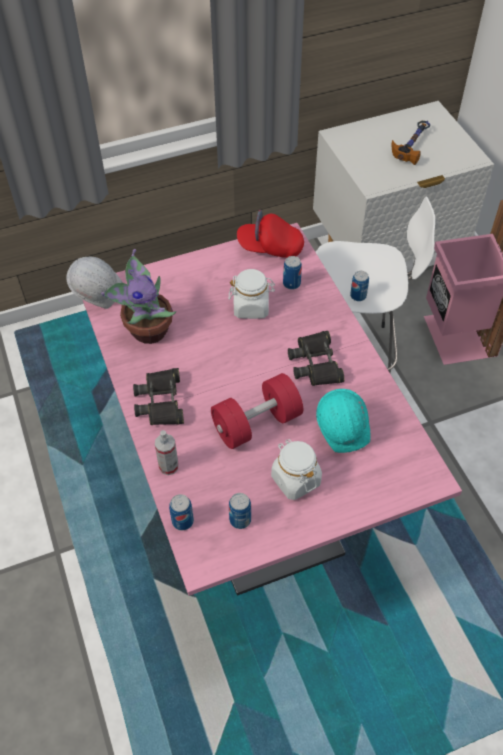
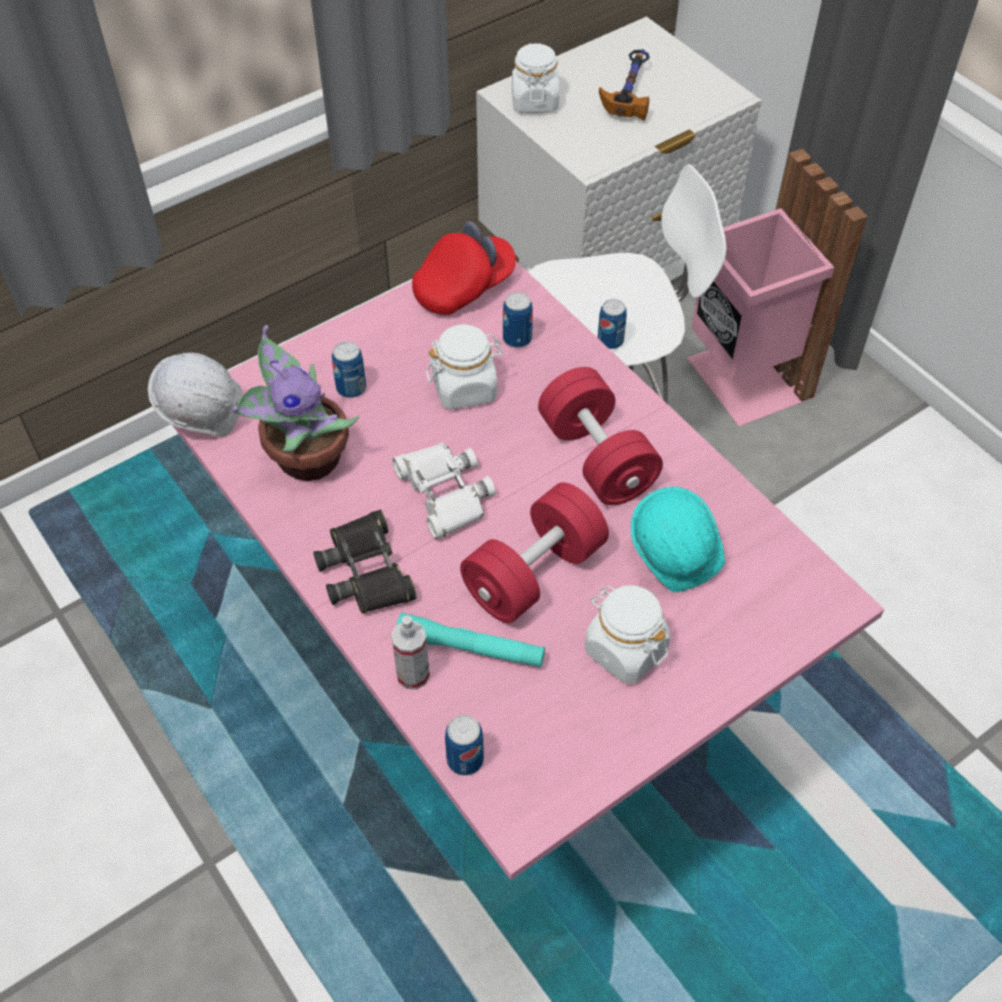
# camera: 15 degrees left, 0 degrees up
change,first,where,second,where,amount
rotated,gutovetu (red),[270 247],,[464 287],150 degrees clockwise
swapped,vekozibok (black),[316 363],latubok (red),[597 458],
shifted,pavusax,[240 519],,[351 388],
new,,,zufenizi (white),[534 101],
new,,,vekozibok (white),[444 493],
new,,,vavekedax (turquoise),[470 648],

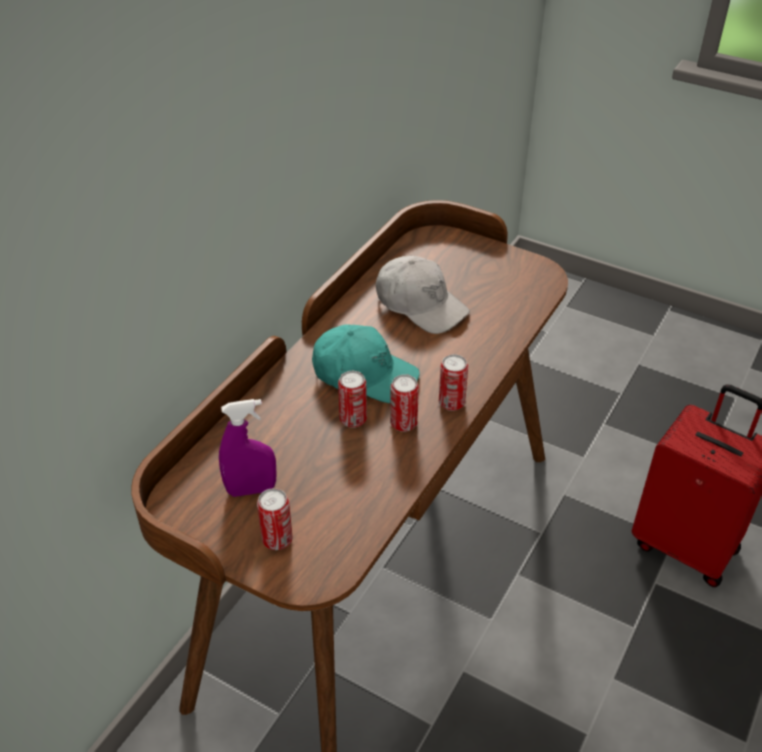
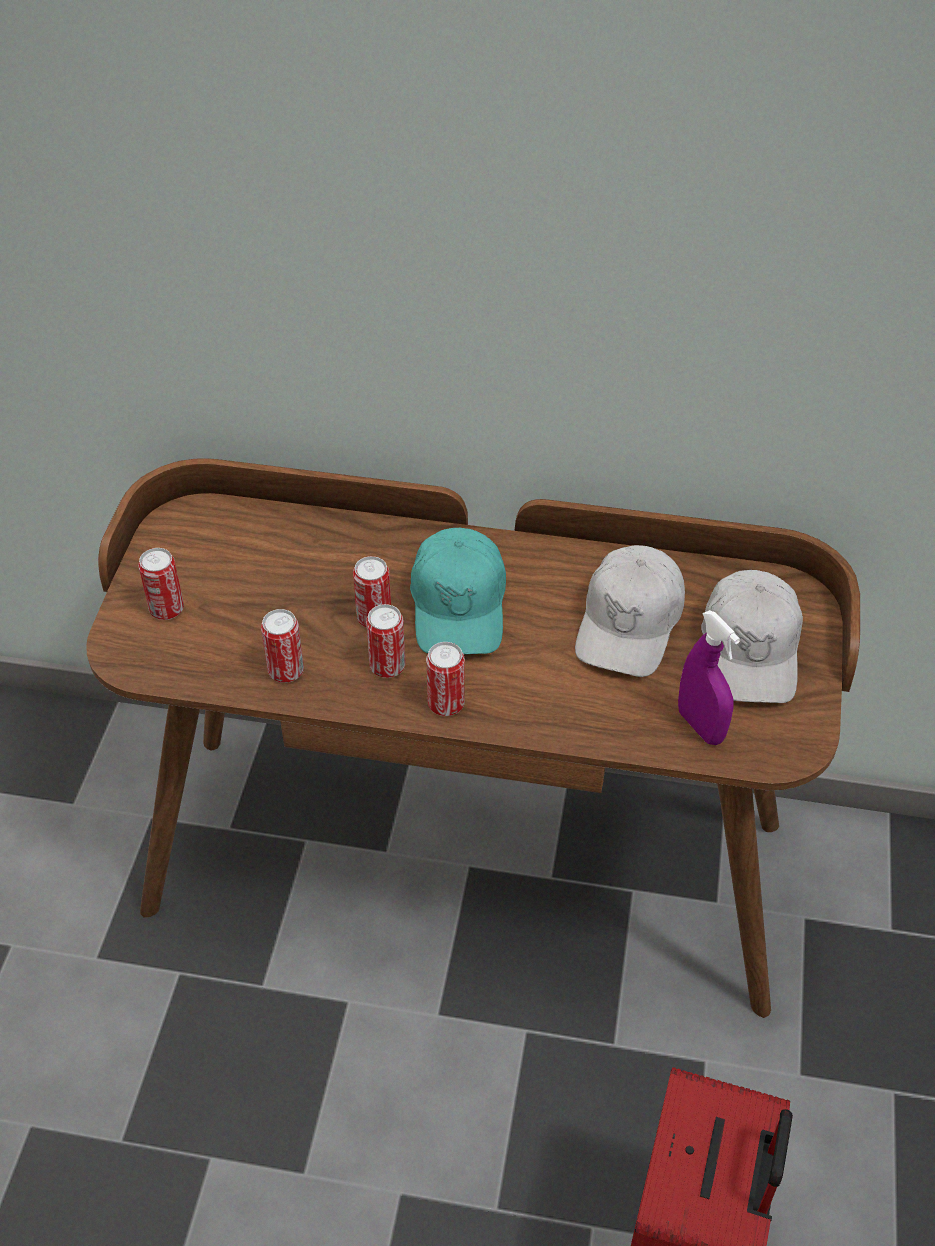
# camera: 70 degrees right, 5 degrees up
change,first,where,second,where,amount
shifted,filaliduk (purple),[251 490],,[700 726],
new,,,gutovetu (white),[750 650],
new,,,pavusax,[286 671],

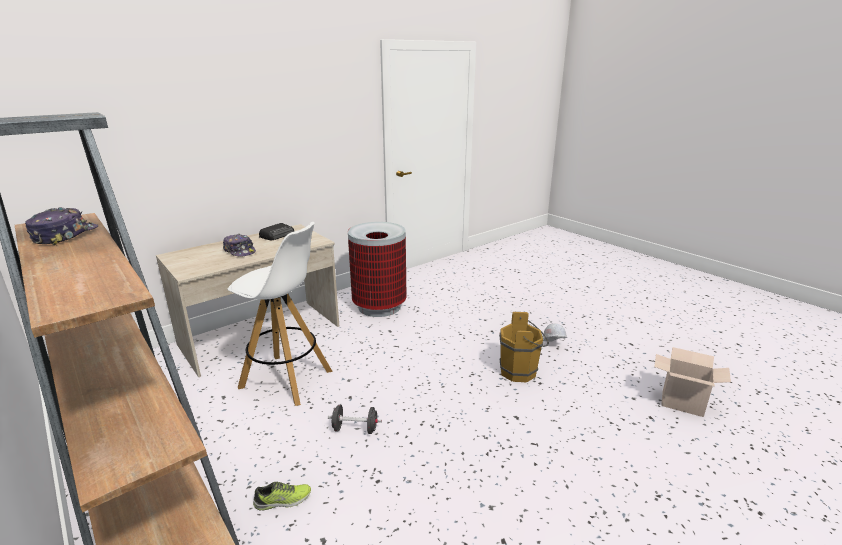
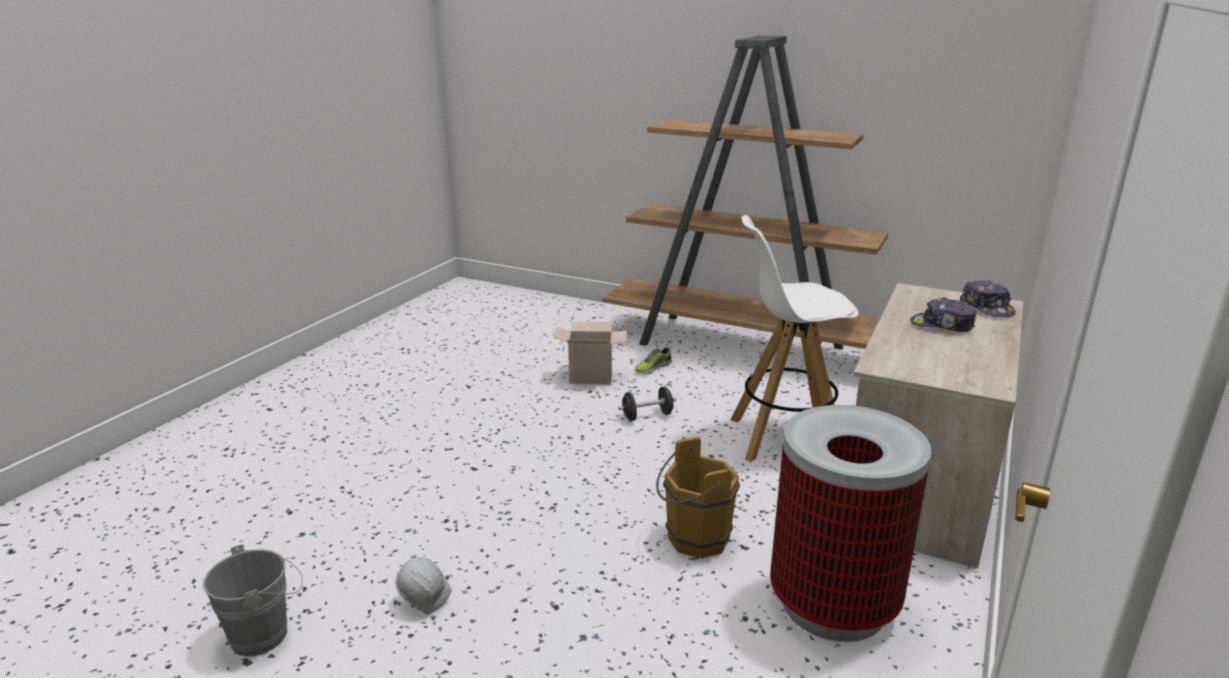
# camera: 155 degrees right, 0 degrees up
change,first,where,second,where,amount
shifted,gutovetu,[65 235],,[987 307],
gone,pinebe,[278 235],,,
shifted,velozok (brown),[521 372],,[693 540],
shifted,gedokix,[680 404],,[592 376],
new,,,velozok (grey),[266 634],

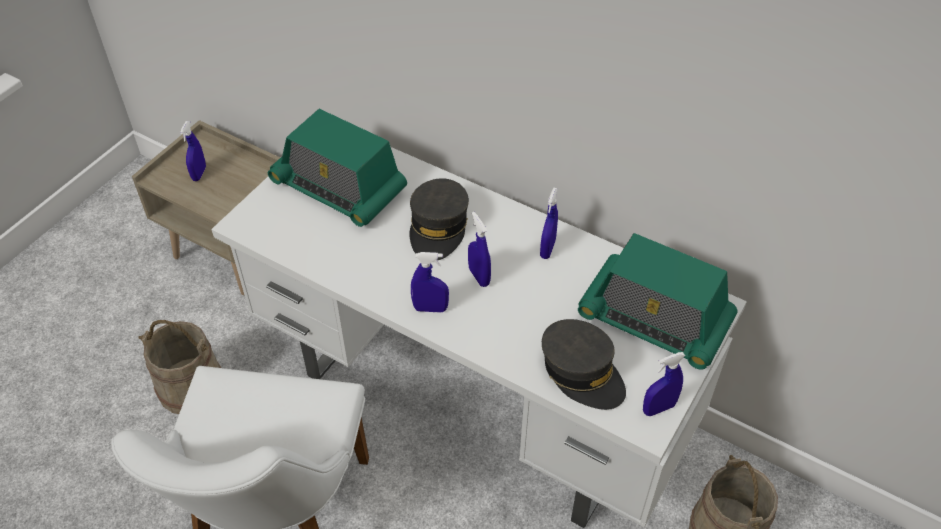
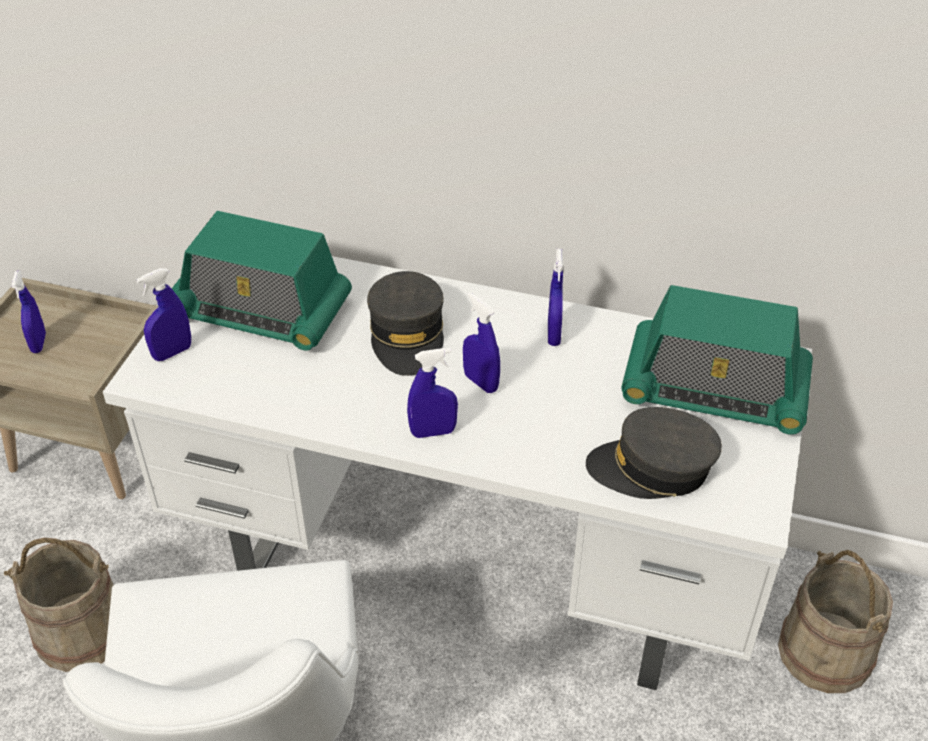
# camera: 15 degrees left, 5 degrees down
change,first,where,second,where,amount
rotated,gutovetu (grey),[582 372],,[652 468],150 degrees clockwise
shifted,filaliduk (blue),[658 408],,[172 353],

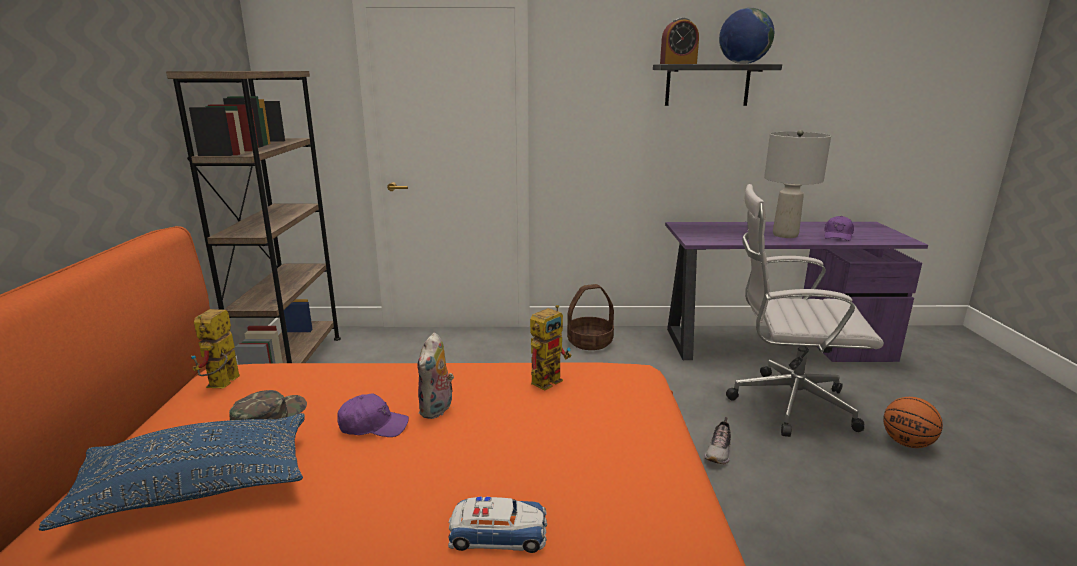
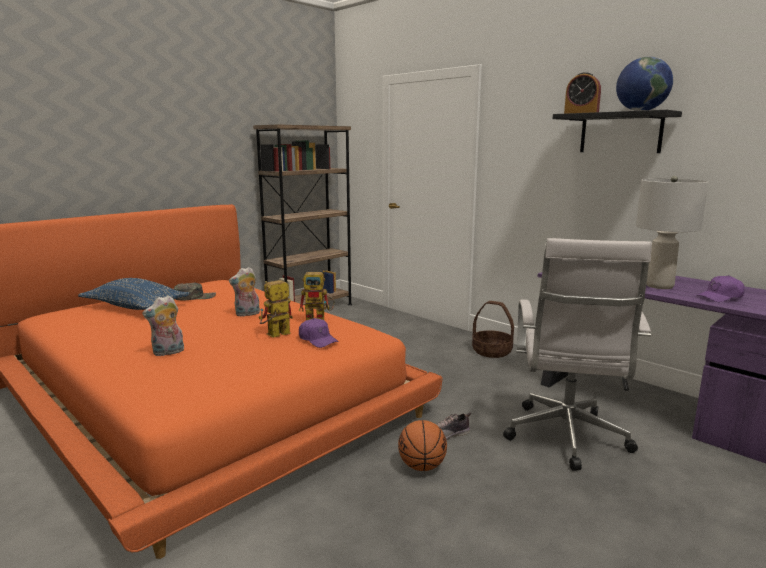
# camera: 45 degrees right, 5 degrees down
change,first,where,second,where,amount
rotated,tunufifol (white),[785 404],,[566 439],135 degrees counterclockwise
shifted,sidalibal,[222 385],,[275 336],
shifted,gutovetu (purple),[373 426],,[317 340],
shifted,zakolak,[906 443],,[421 466],
swapped,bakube,[498 533],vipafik,[168 352],

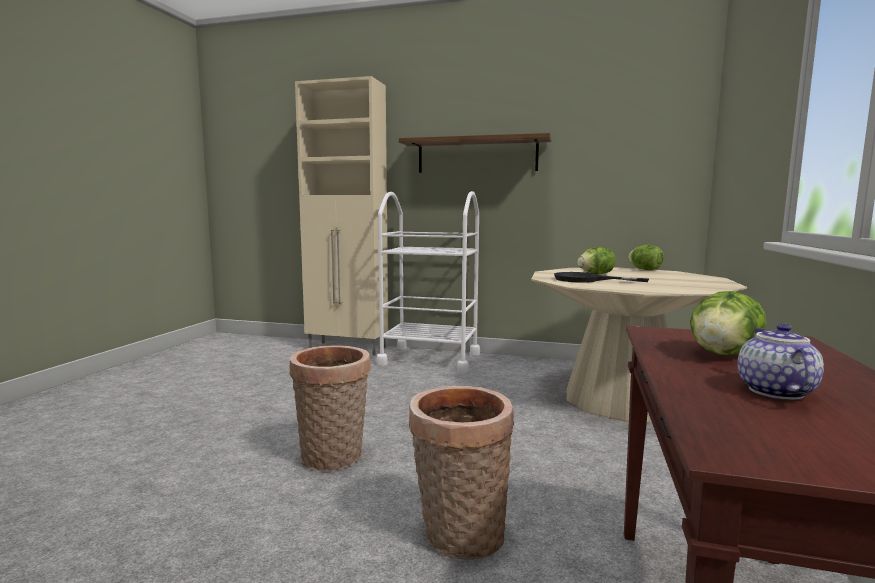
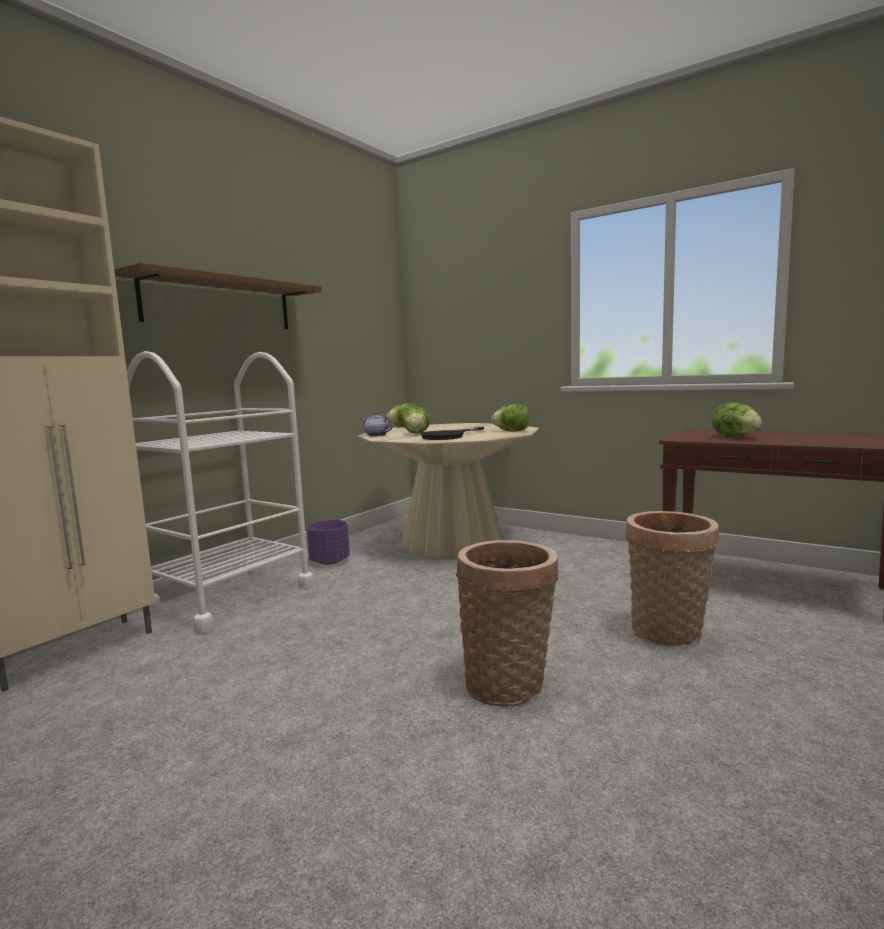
# camera: 70 degrees left, 0 degrees up
change,first,where,second,where,amount
shifted,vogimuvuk,[773 391],,[376 435],
new,,,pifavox,[512 431],
new,,,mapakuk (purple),[329 562],

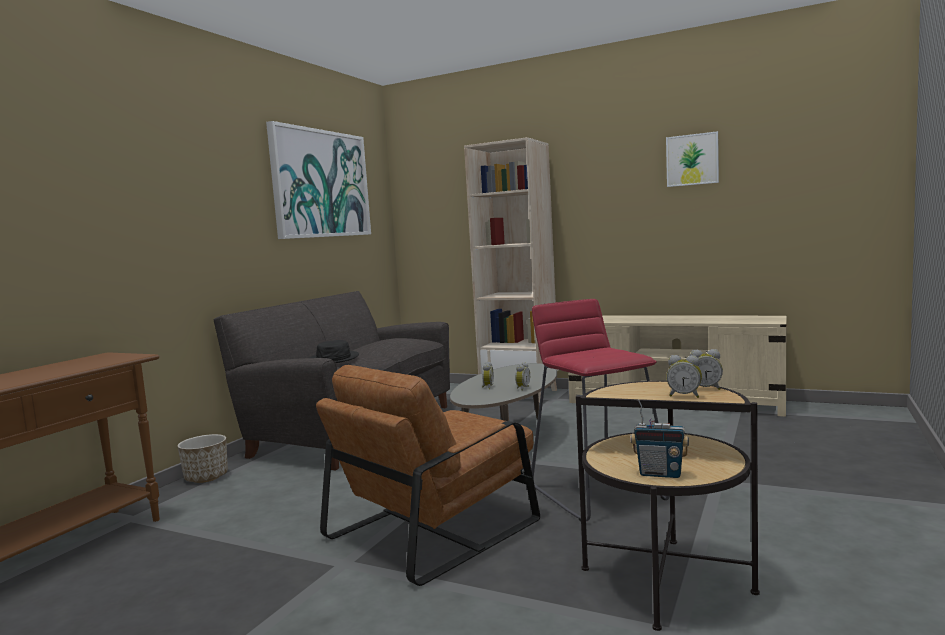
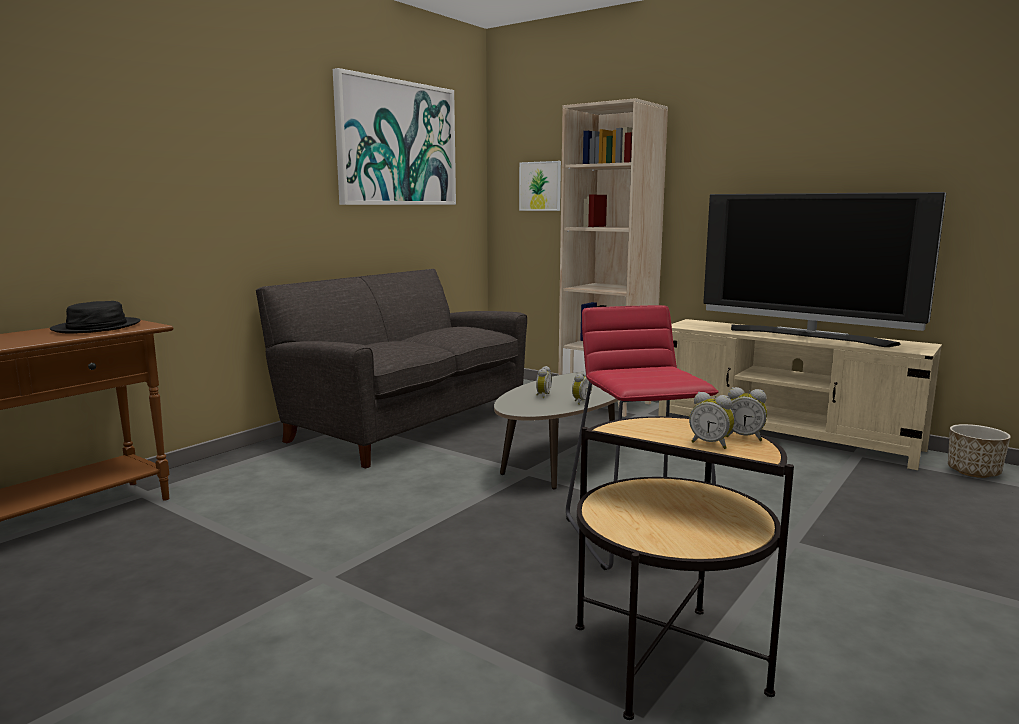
# camera: 10 degrees right, 5 degrees up
change,first,where,second,where,amount
shifted,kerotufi,[692 159],,[540 186],
shifted,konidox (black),[334 359],,[97 327],
gone,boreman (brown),[435 527],,,
gone,pinebe,[660 474],,,
shifted,mapakuk,[206 477],,[973 472],
new,,,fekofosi,[809 336],

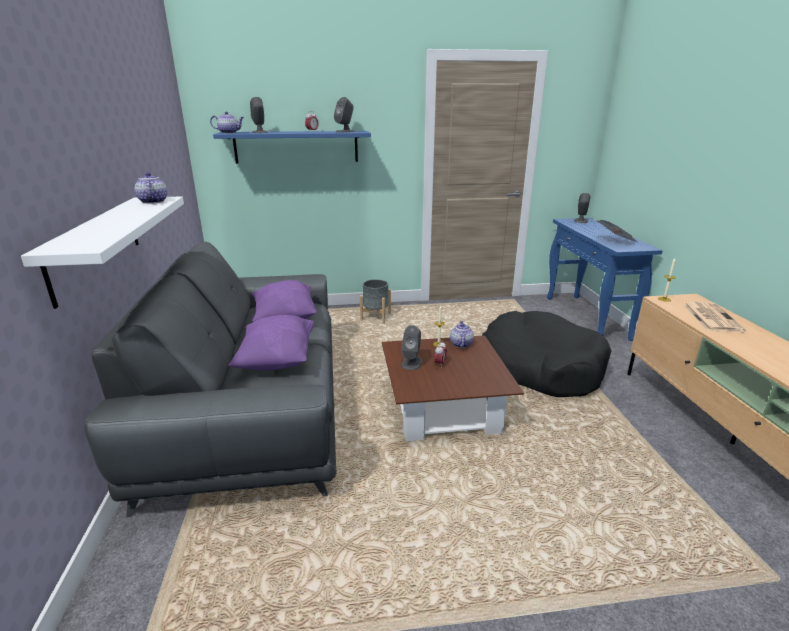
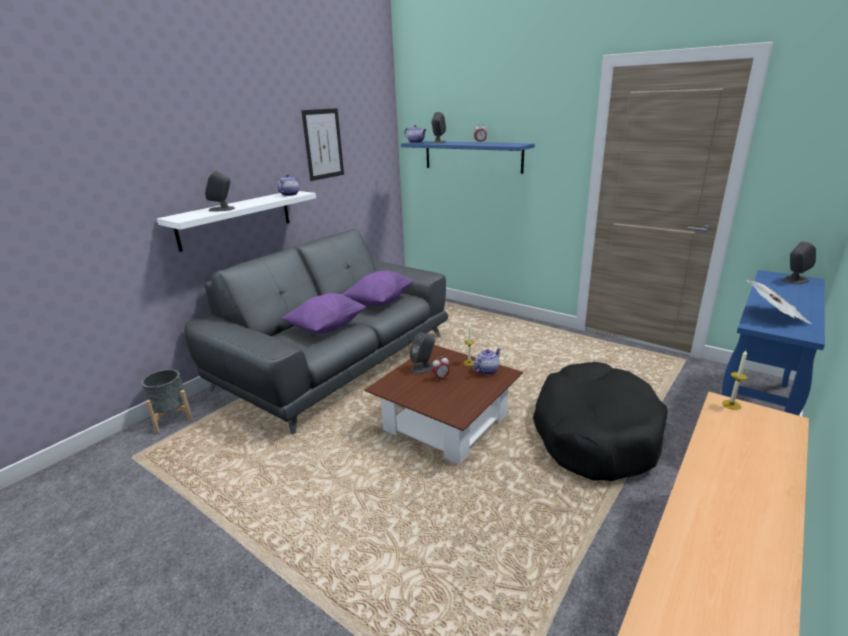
# camera: 45 degrees right, 0 degrees up
change,first,where,second,where,amount
shifted,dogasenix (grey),[345 131],,[222 209],
shifted,mapakuk (grey),[375 317],,[172 419],
gone,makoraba,[710 317],,,
new,,,kerotufi,[323 144],

